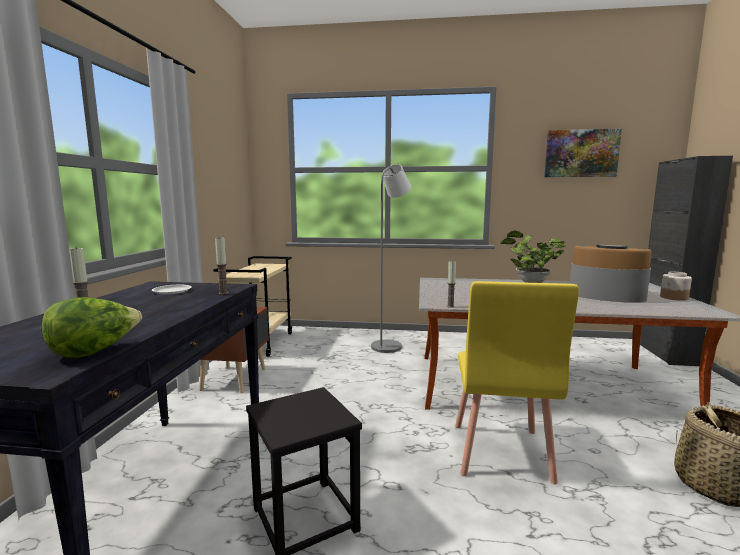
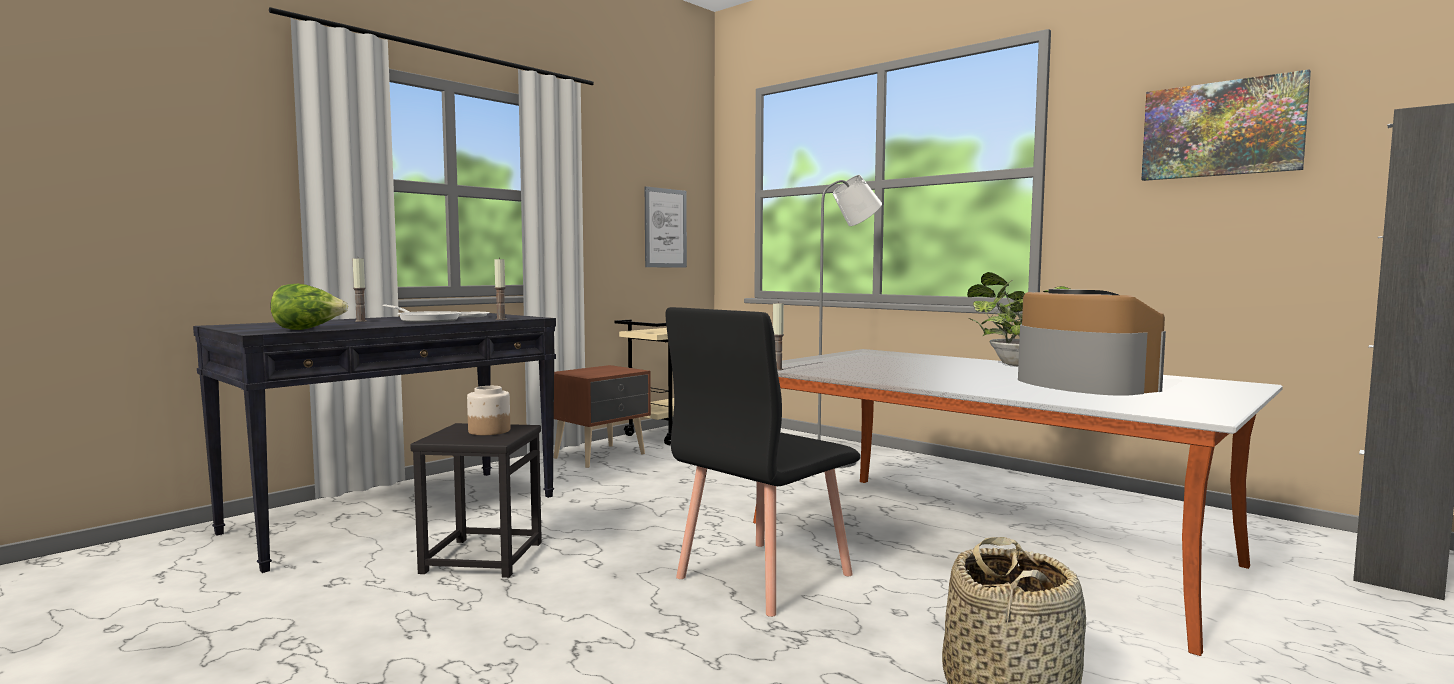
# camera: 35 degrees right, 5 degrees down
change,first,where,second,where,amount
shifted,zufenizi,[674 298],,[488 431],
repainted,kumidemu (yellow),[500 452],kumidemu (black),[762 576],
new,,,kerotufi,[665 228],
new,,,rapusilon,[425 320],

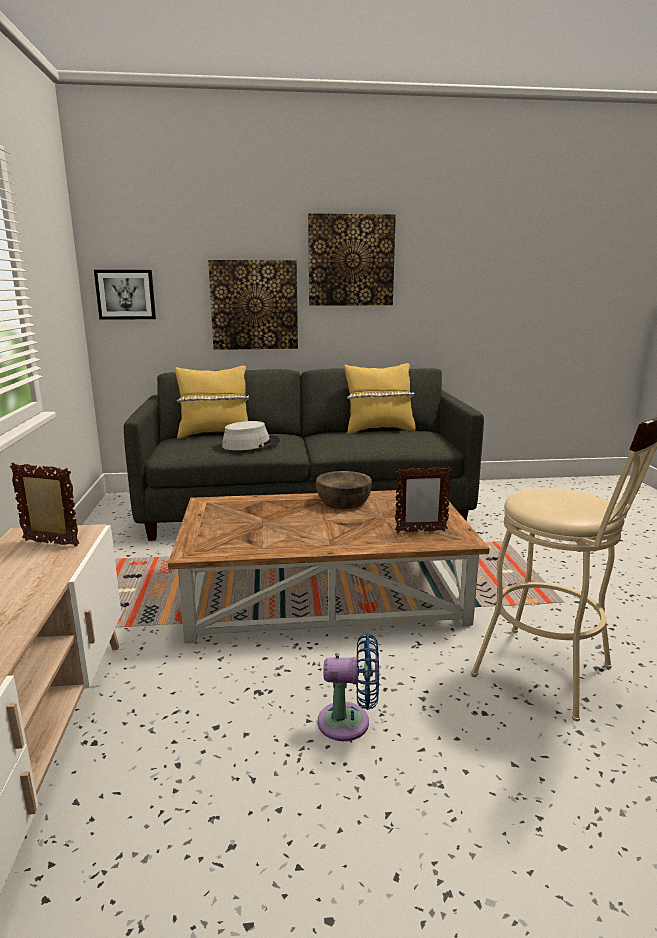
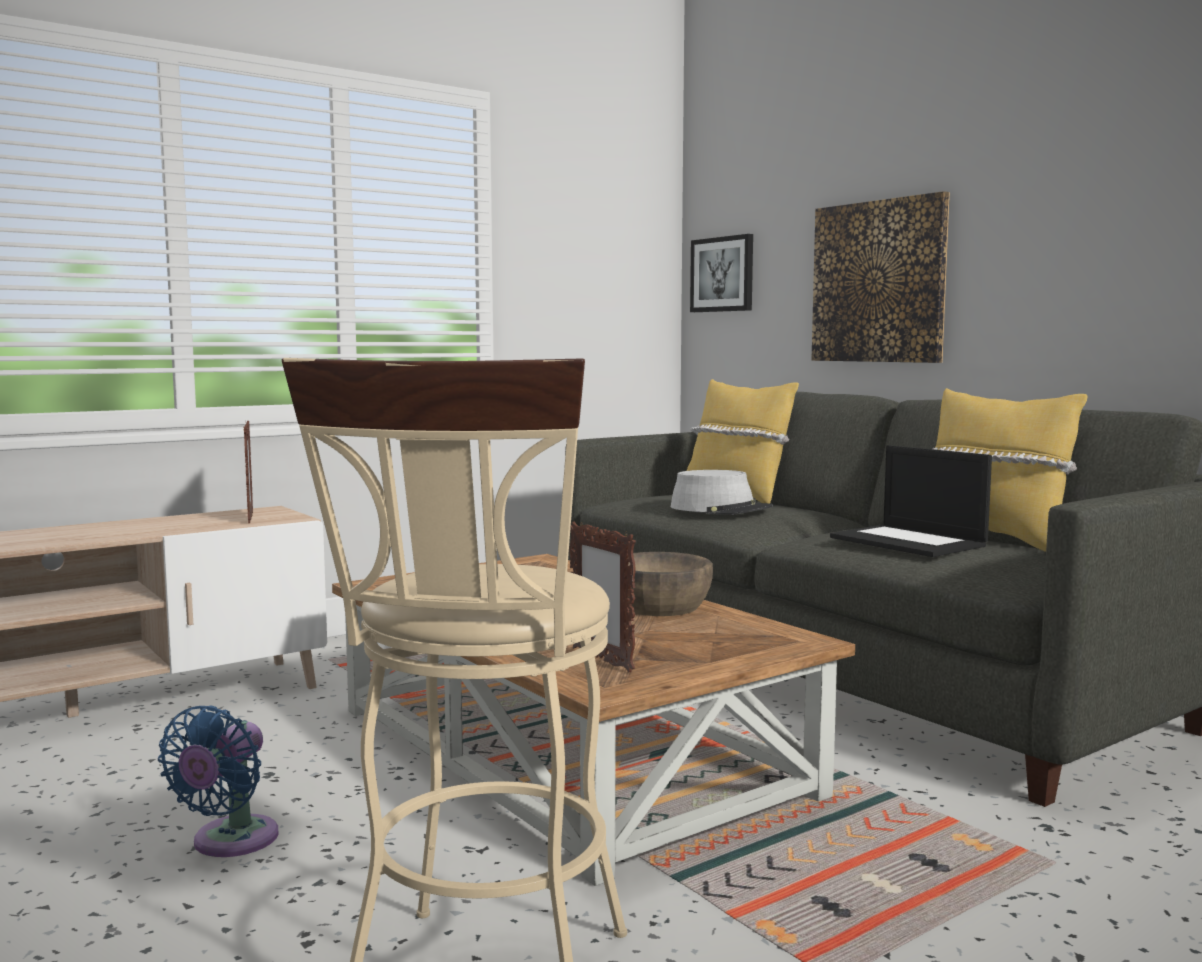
# camera: 60 degrees right, 10 degrees down
change,first,where,second,where,amount
gone,kerotufi,[351 260],,,
rotated,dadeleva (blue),[349 722],,[230 842],45 degrees clockwise
new,,,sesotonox,[910 542],

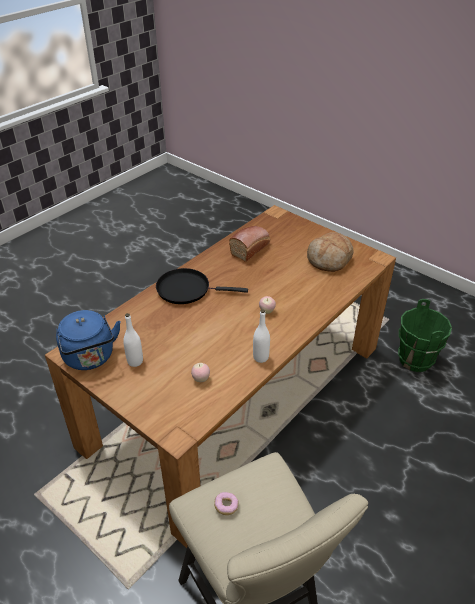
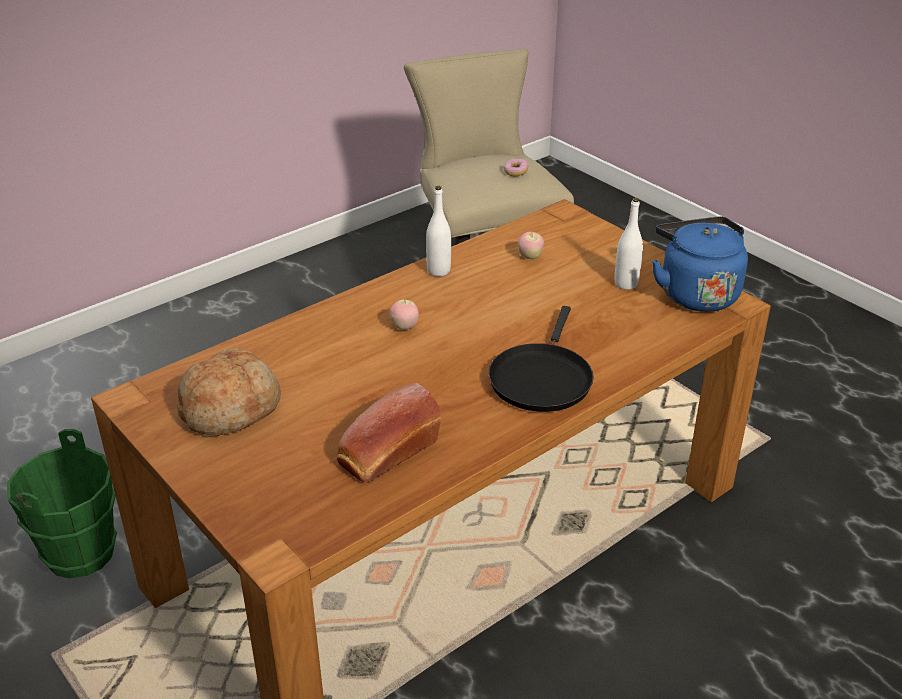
# camera: 170 degrees left, 5 degrees down
change,first,where,second,where,amount
rotated,rapusilon (black),[187 289],,[541 378],90 degrees clockwise

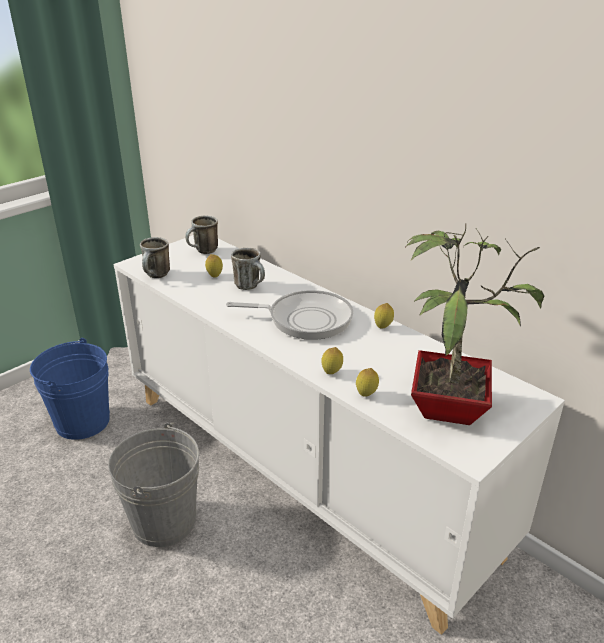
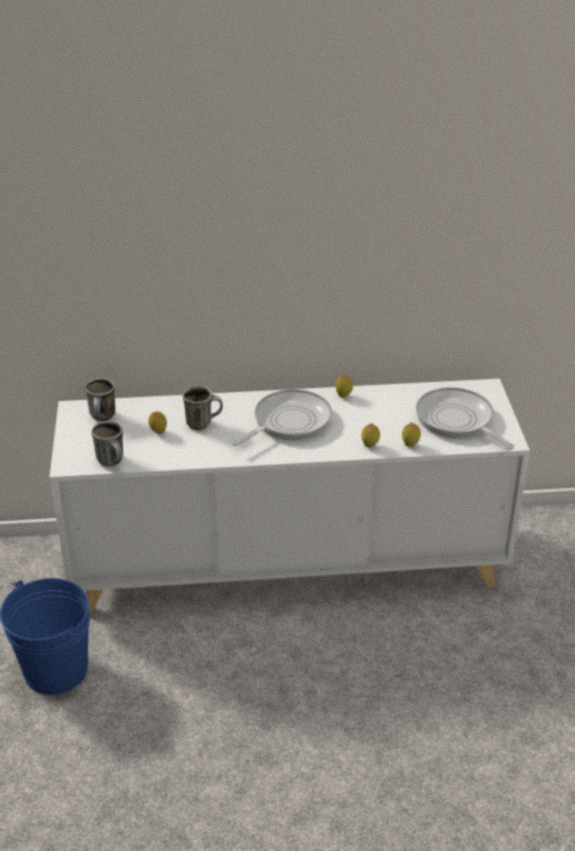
# camera: 50 degrees left, 5 degrees up
change,first,where,second,where,amount
swapped,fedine,[448 406],rapusilon,[457 421],
gone,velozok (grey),[164 521],,,

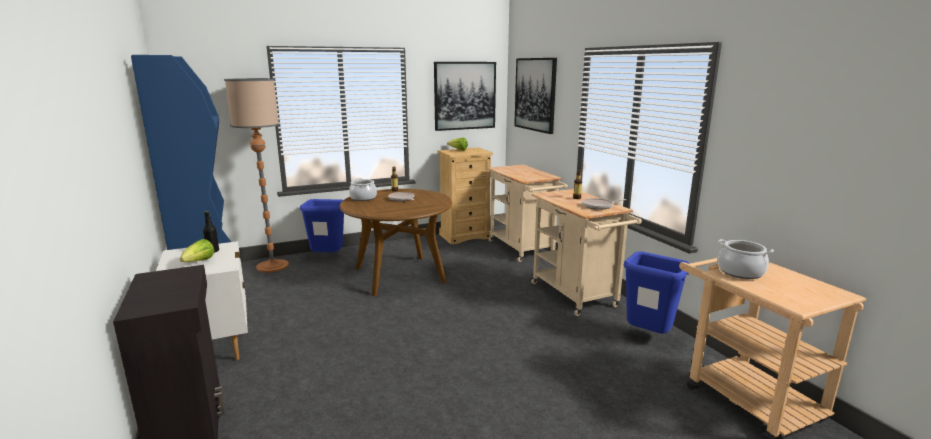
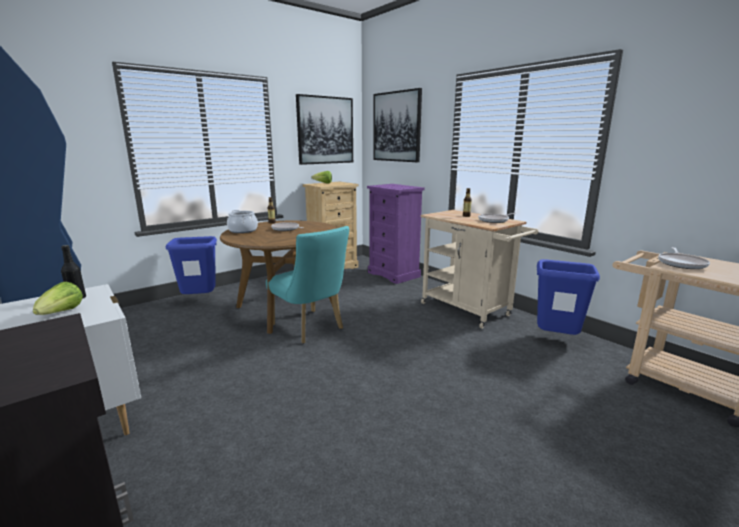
# camera: 15 degrees left, 0 degrees up
change,first,where,second,where,amount
gone,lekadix,[272 266],,,
swapped,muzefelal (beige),[523 250],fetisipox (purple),[394 274],
swapped,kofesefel,[740 272],rapusilon,[681 264],
new,,,kumidemu (turquoise),[310 328],

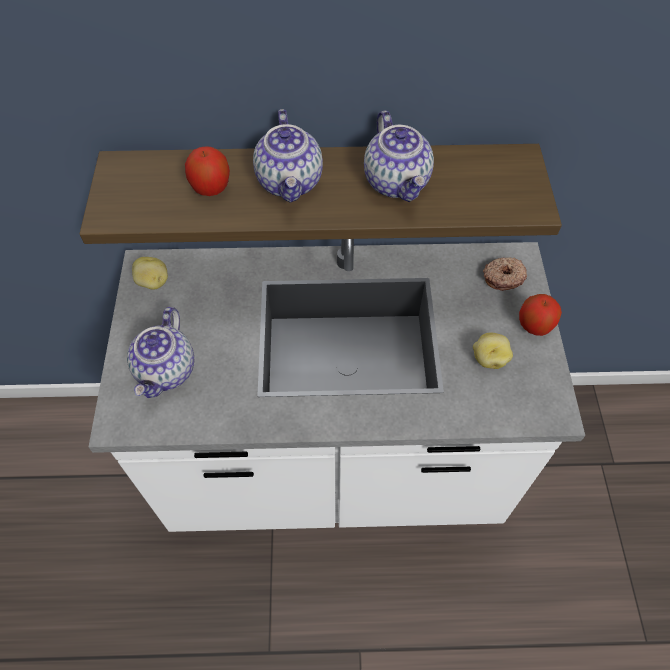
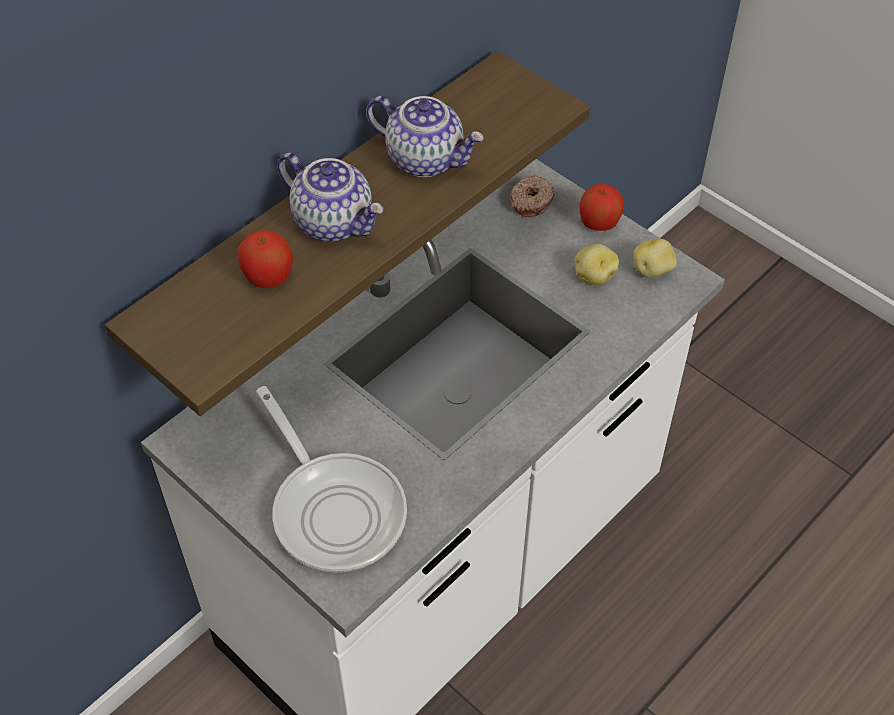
# camera: 45 degrees left, 5 degrees down
change,first,where,second,where,amount
shifted,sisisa,[153 282],,[653 270],
swapped,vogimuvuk,[167 371],rapusilon,[334 508],

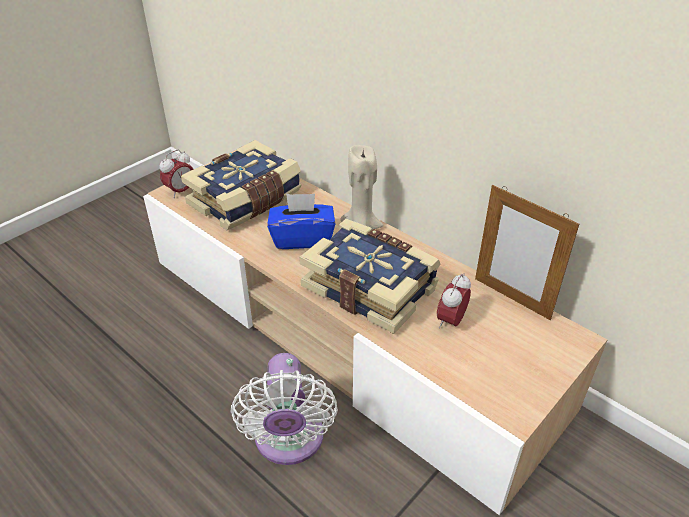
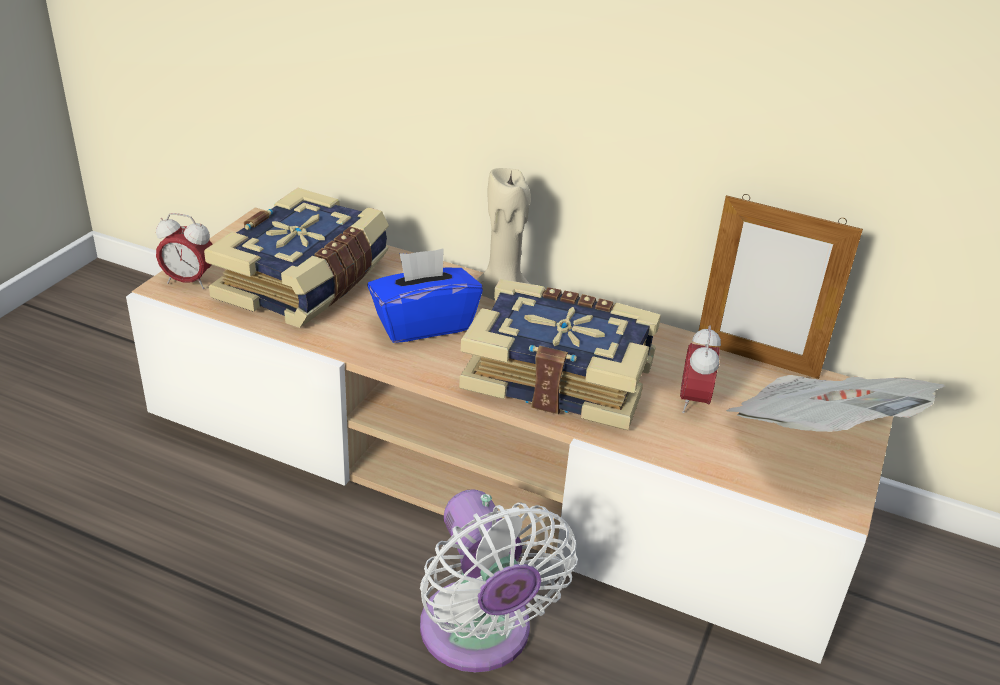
# camera: 20 degrees left, 5 degrees down
change,first,where,second,where,amount
rotated,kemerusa,[180 191],,[189 282],75 degrees clockwise
new,,,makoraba,[817 437],

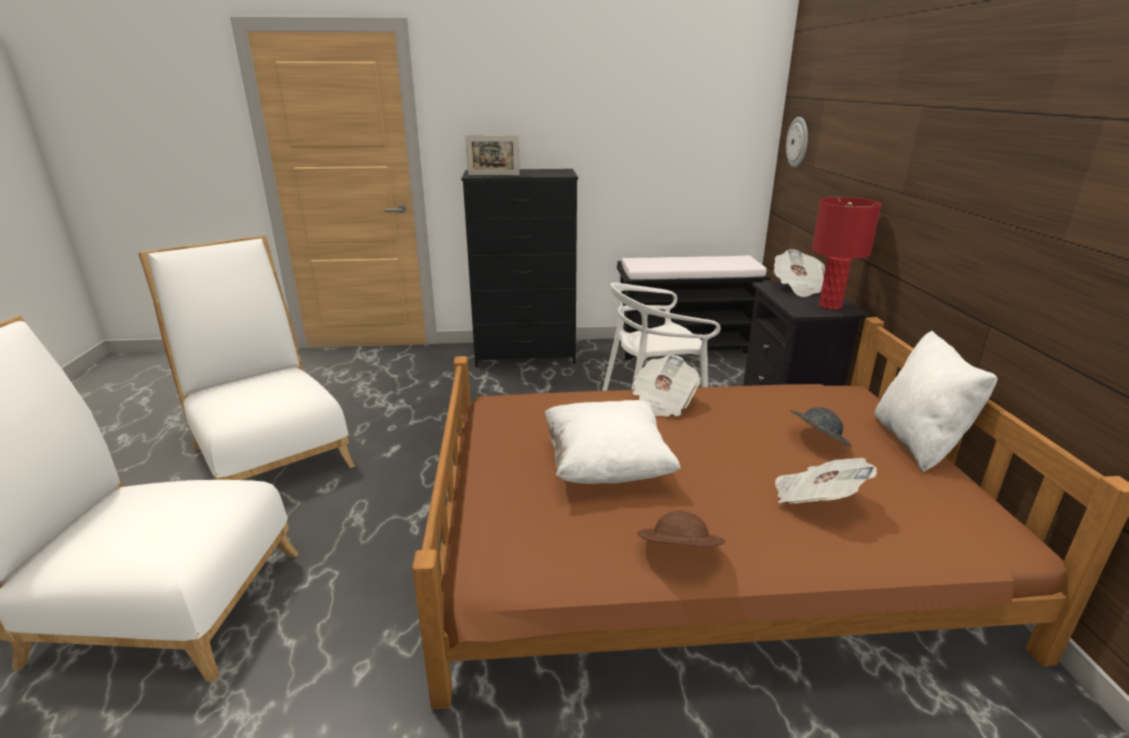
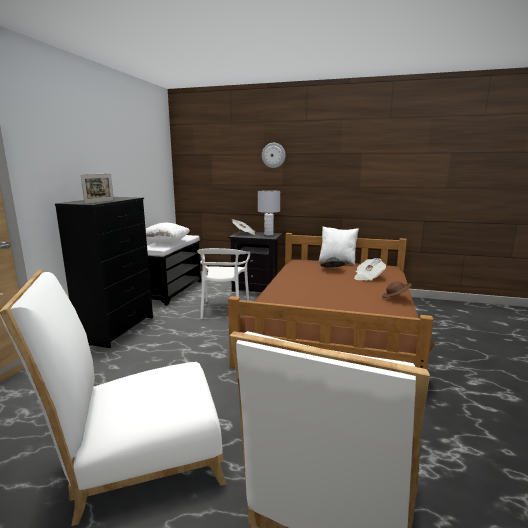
# camera: 70 degrees left, 10 degrees down
change,first,where,second,where,amount
shifted,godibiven,[798 142],,[273 155],
repainted,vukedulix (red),[830 306],vukedulix (grey),[269 234],
gone,makoraba,[662 403],,,
shifted,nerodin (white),[606 466],,[166 243],

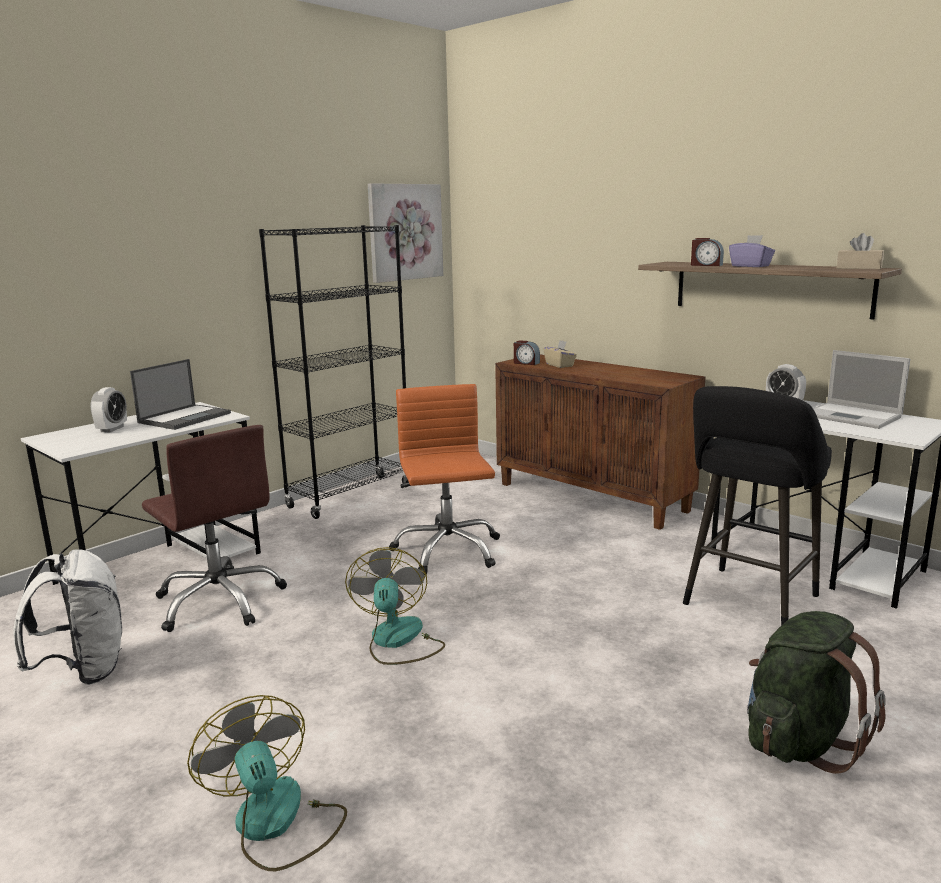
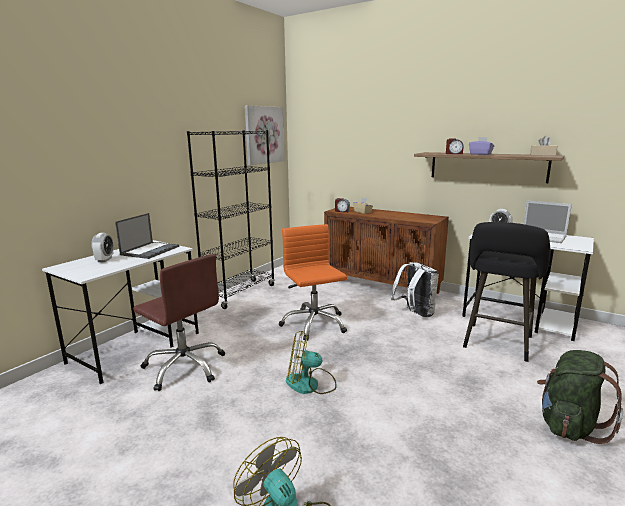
# camera: 10 degrees left, 0 degrees up
change,first,where,second,where,amount
rotated,dadeleva,[397 641],,[310 384],75 degrees counterclockwise
shifted,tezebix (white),[84 670],,[415 314],

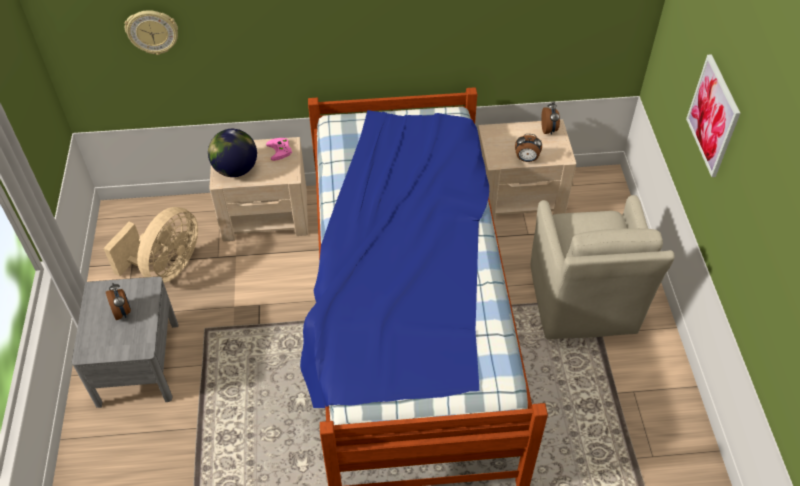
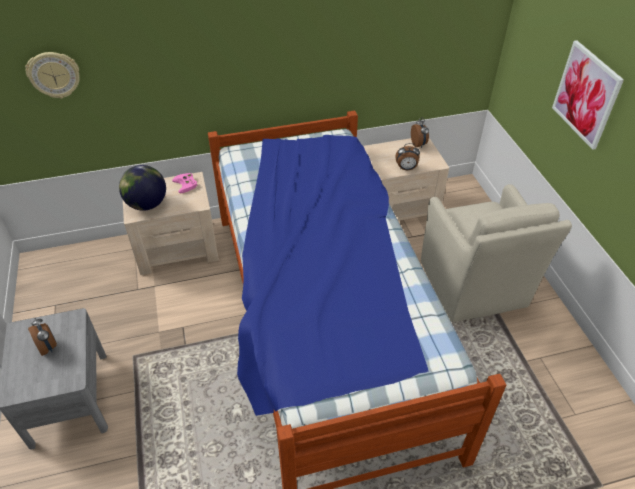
# camera: 10 degrees left, 5 degrees down
change,first,where,second,where,amount
gone,dadeleva (beige),[166 267],,,

